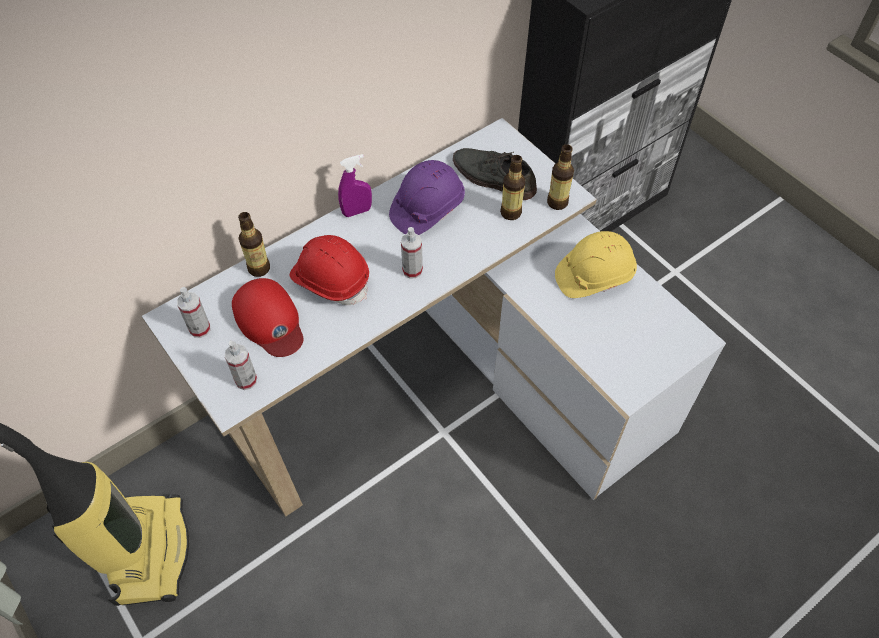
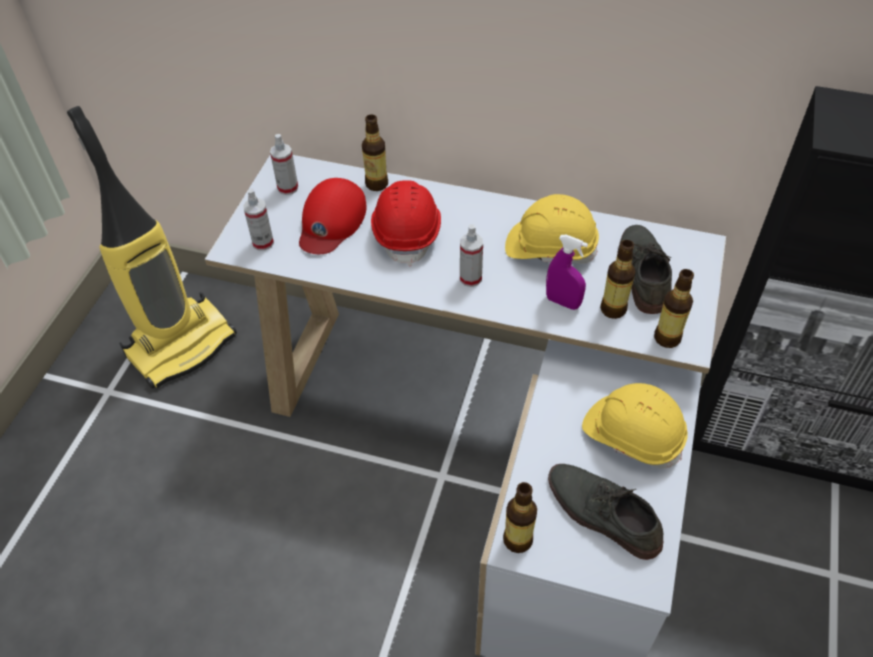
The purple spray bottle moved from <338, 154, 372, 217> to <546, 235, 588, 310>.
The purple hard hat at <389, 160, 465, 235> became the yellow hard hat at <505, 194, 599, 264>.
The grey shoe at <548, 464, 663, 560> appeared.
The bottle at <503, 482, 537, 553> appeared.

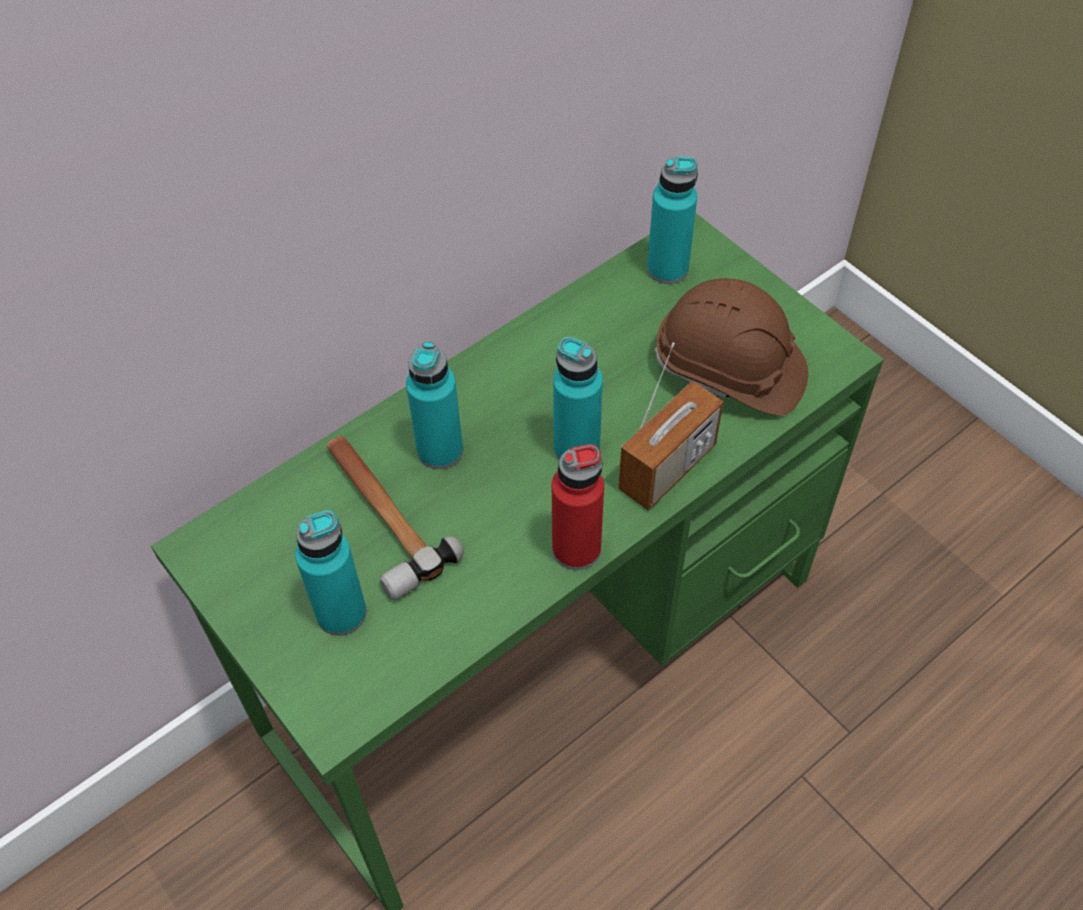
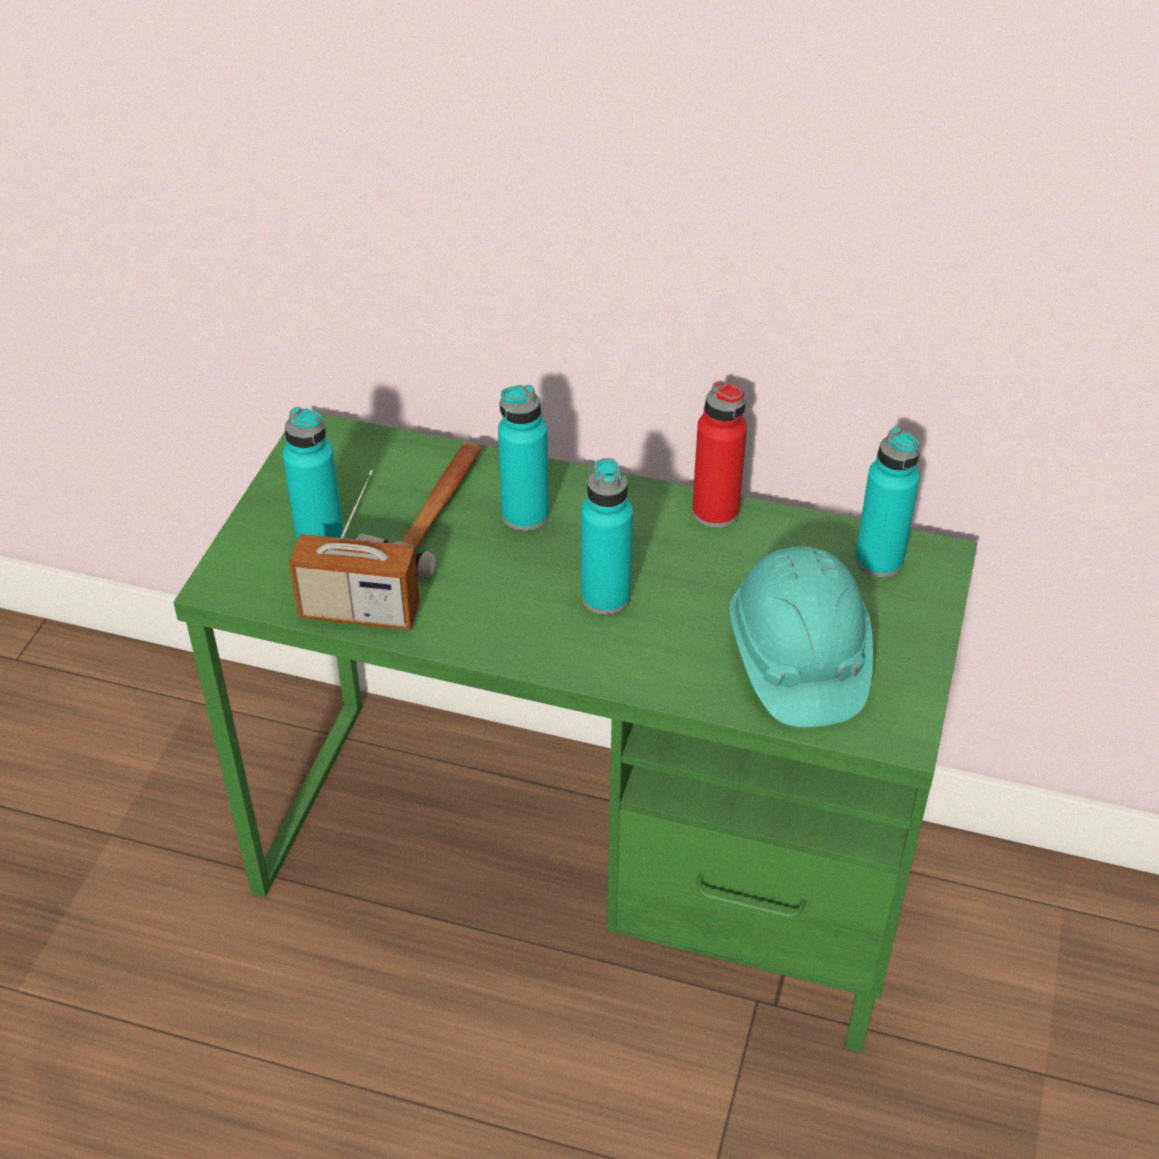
The brown hard hat at <654, 278, 808, 416> became the turquoise hard hat at <729, 546, 873, 727>.
The radio moved from <618, 343, 723, 511> to <289, 470, 420, 630>.
The red bottle moved from <552, 444, 604, 570> to <692, 380, 747, 528>.

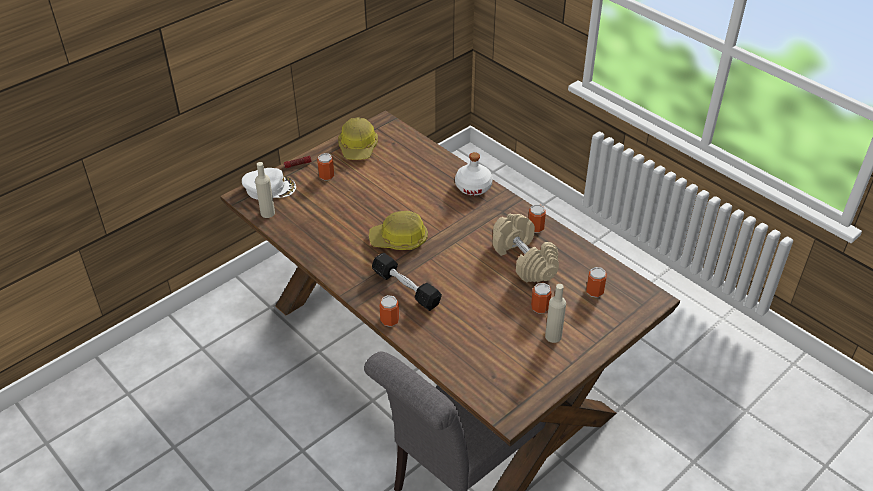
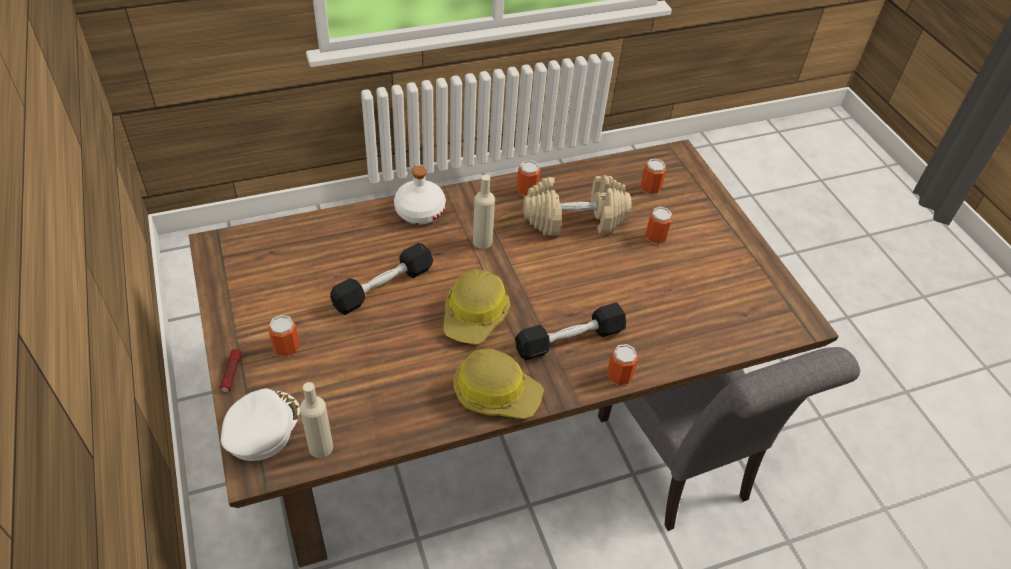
The hard hat moved from <338, 117, 378, 160> to <453, 349, 544, 419>.
The beige bottle moved from <545, 284, 566, 343> to <473, 175, 495, 249>.
The black dumbbell at <330, 243, 433, 315> appeared.

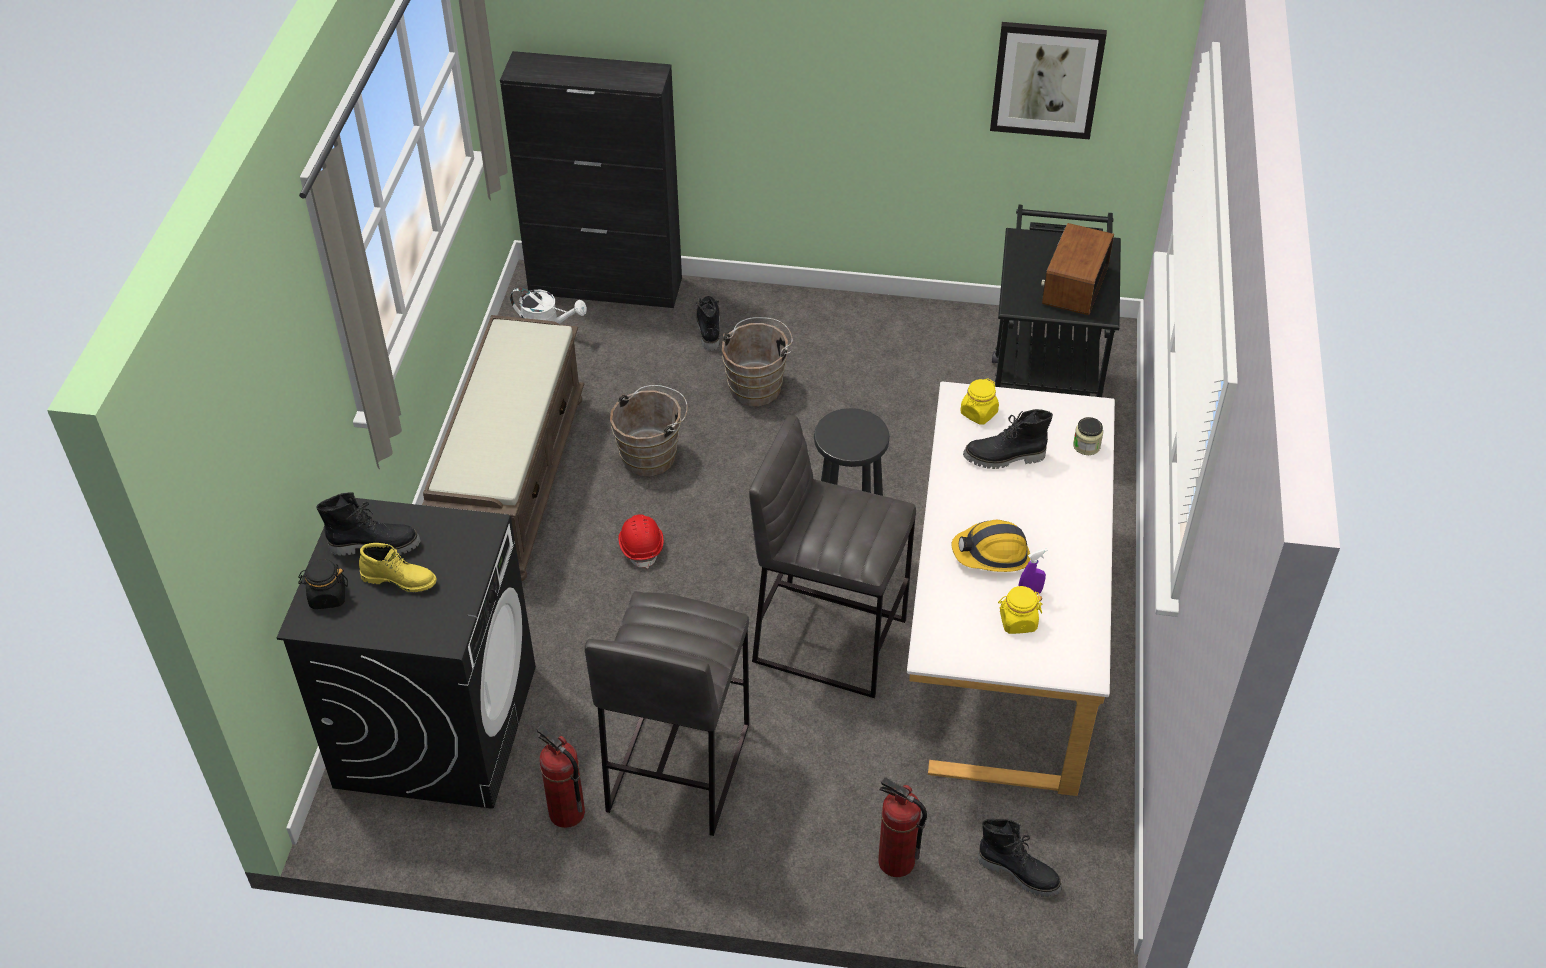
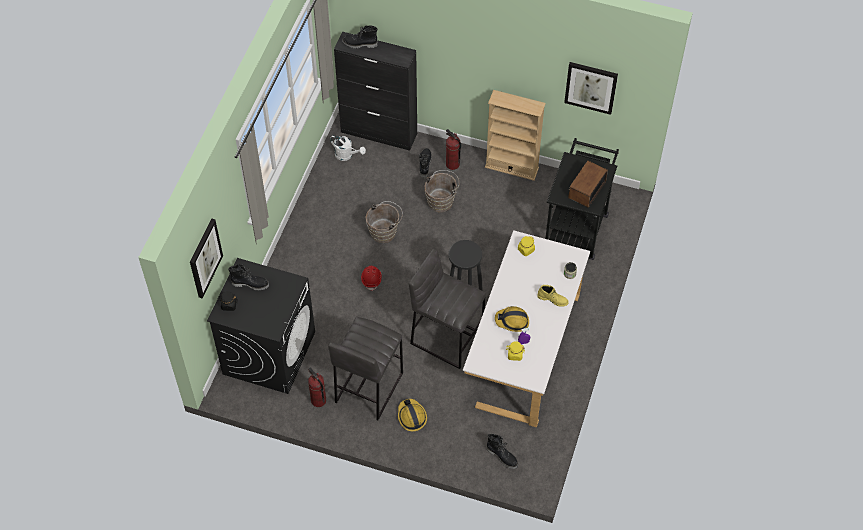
The brown bench at <422, 315, 584, 581> disappeared.
The black boot moved from <963, 409, 1053, 469> to <342, 26, 378, 49>.
The yellow boot moved from <359, 543, 437, 592> to <537, 285, 569, 307>.
The fire extinguisher moved from <878, 777, 927, 877> to <446, 129, 461, 170>.
The beige bookcase at <485, 90, 546, 181> appeared.
The picture at <190, 219, 223, 298> appeared.
The hard hat at <398, 399, 427, 431> appeared.

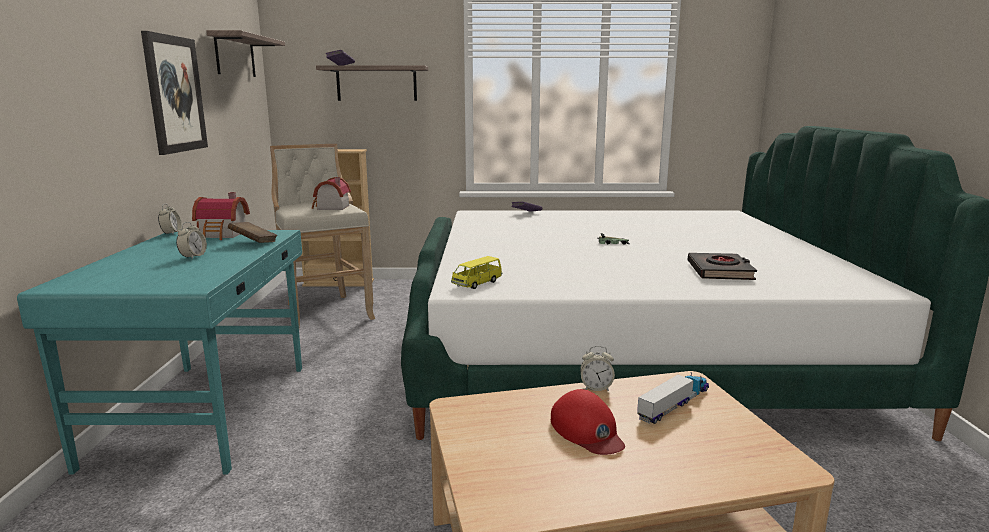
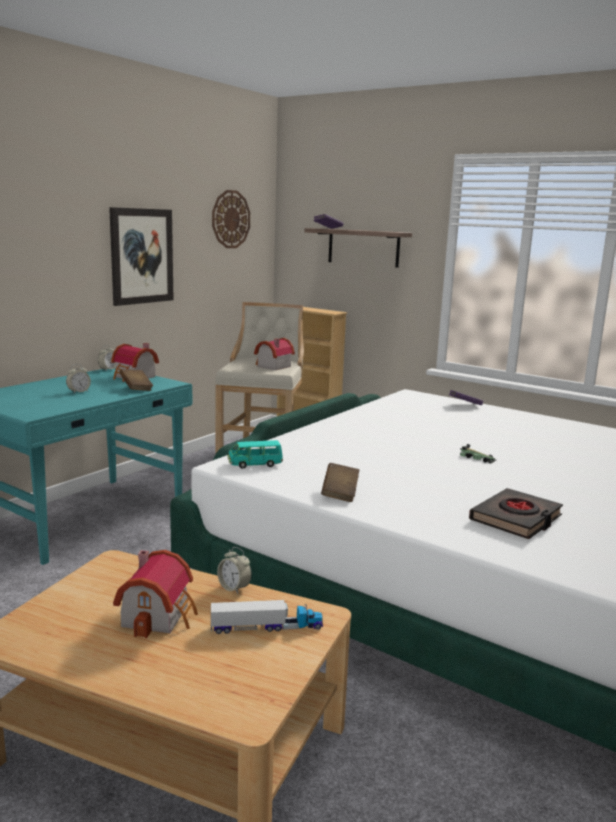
The shelf at <206, 30, 285, 77> was replaced by the wall clock at <212, 190, 250, 248>.
The yellow toy car at <451, 256, 502, 289> became the turquoise toy car at <228, 440, 283, 469>.
The red cap at <551, 389, 625, 455> was replaced by the toy house at <113, 550, 198, 639>.
The brown book at <321, 463, 359, 502> appeared.

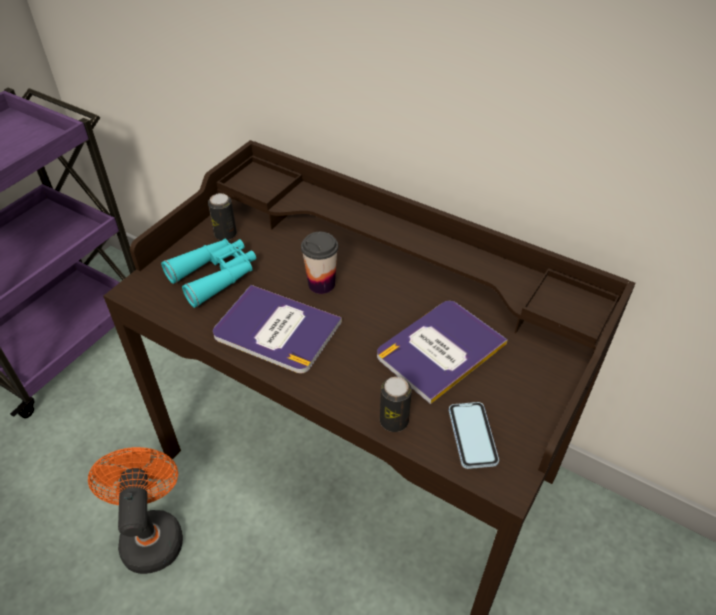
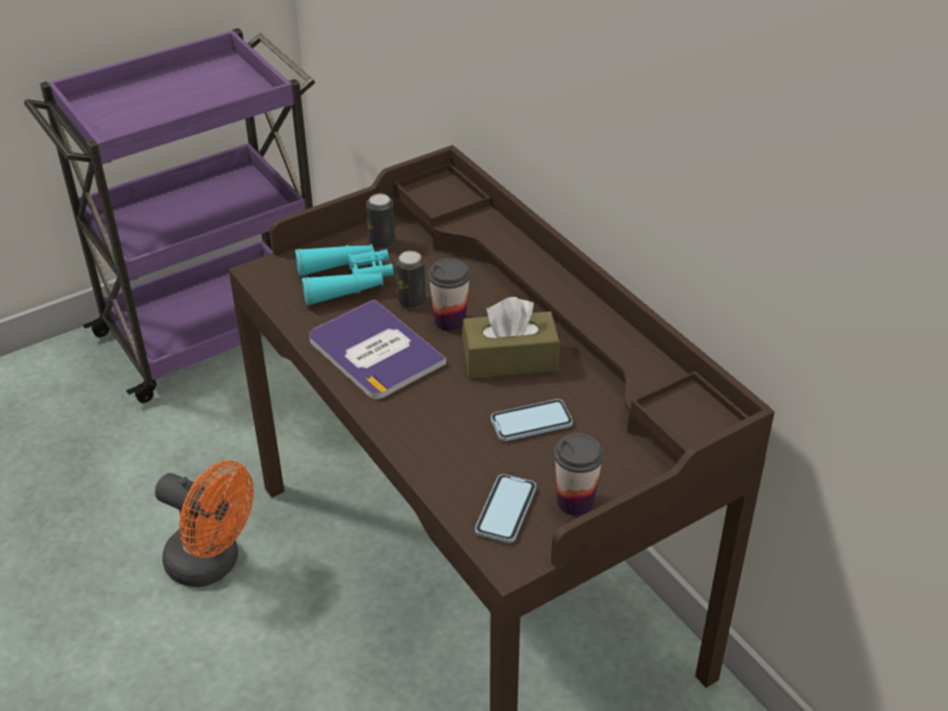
The book at <377, 301, 508, 404> was replaced by the phone at <491, 399, 573, 441>.
The can moved from <380, 377, 412, 432> to <396, 251, 426, 309>.
The orange fan at <88, 447, 183, 574> turned 105 degrees clockwise.
The brown tissue box at <463, 297, 560, 378> appeared.
The cup at <554, 433, 604, 516> appeared.

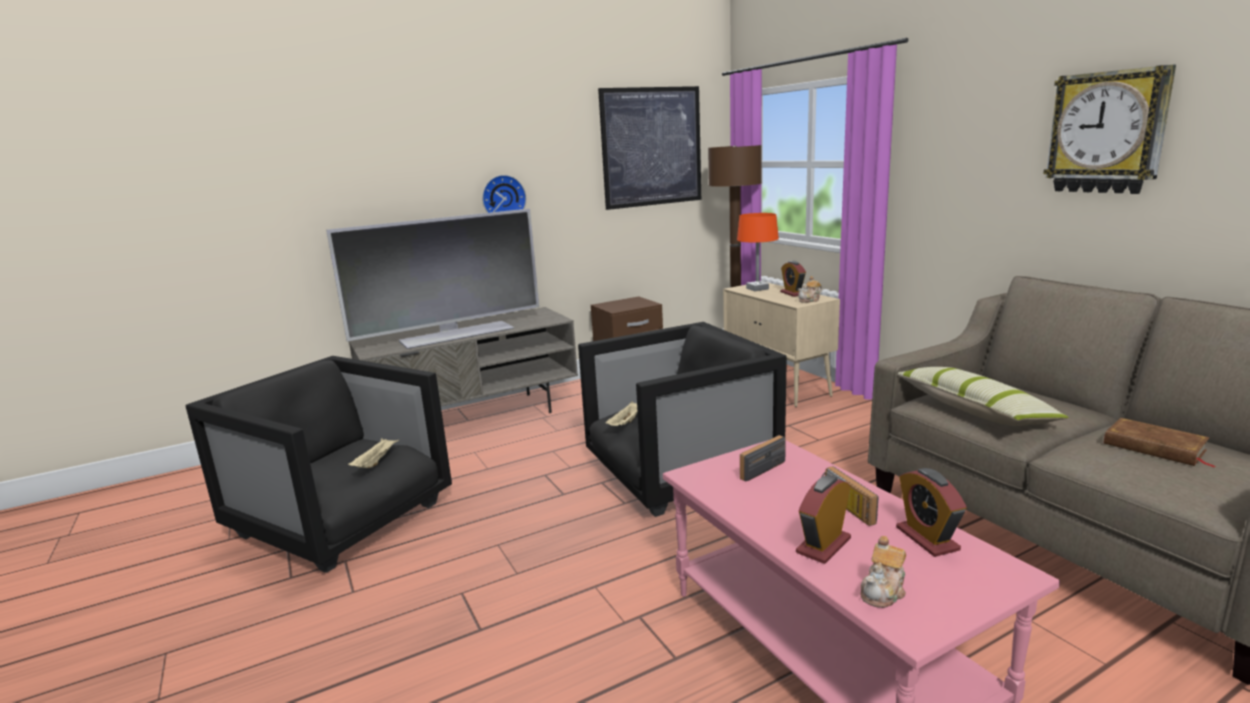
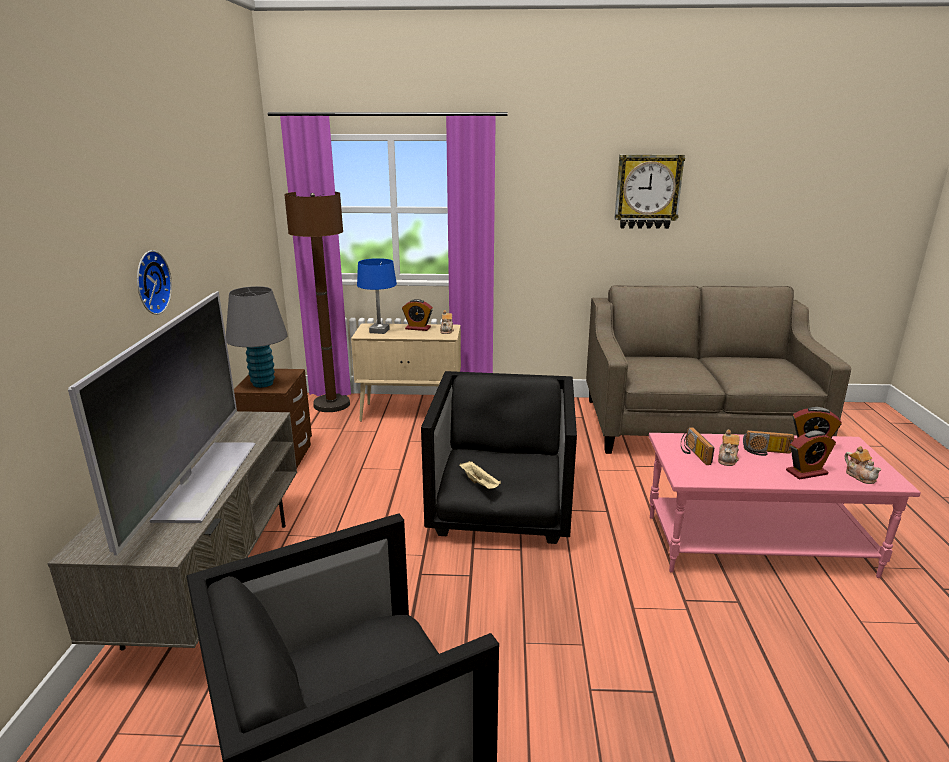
The picture at <598, 86, 701, 210> disappeared.
The orange table lamp at <737, 213, 779, 291> became the blue table lamp at <357, 258, 397, 334>.
The pillow at <898, 367, 1069, 426> disappeared.
The brown book at <1104, 418, 1217, 467> disappeared.
The beige tray at <348, 438, 400, 468> disappeared.
The alarm clock at <796, 475, 851, 564> turned 90 degrees counterclockwise.
The grey table lamp at <226, 286, 288, 388> appeared.
The teapot at <718, 430, 740, 466> appeared.

